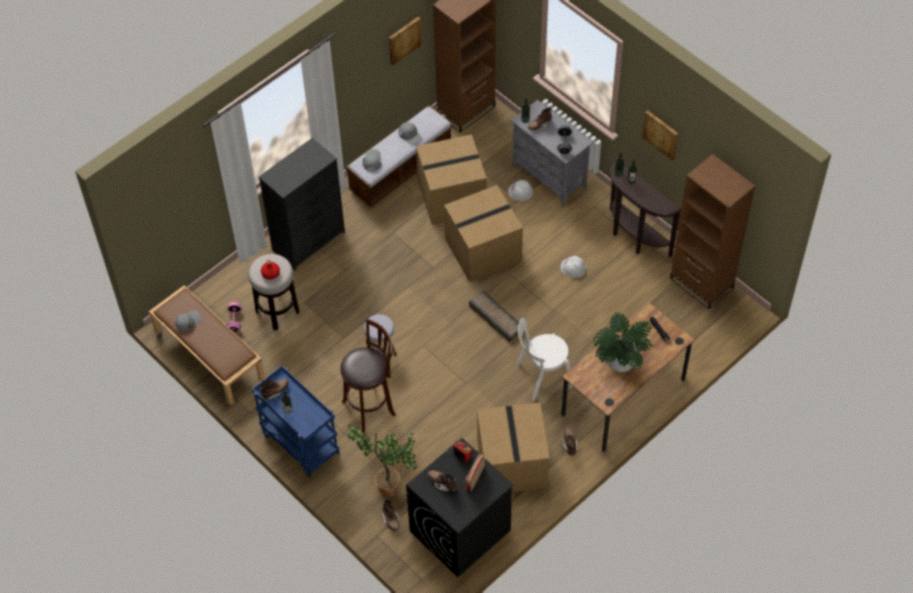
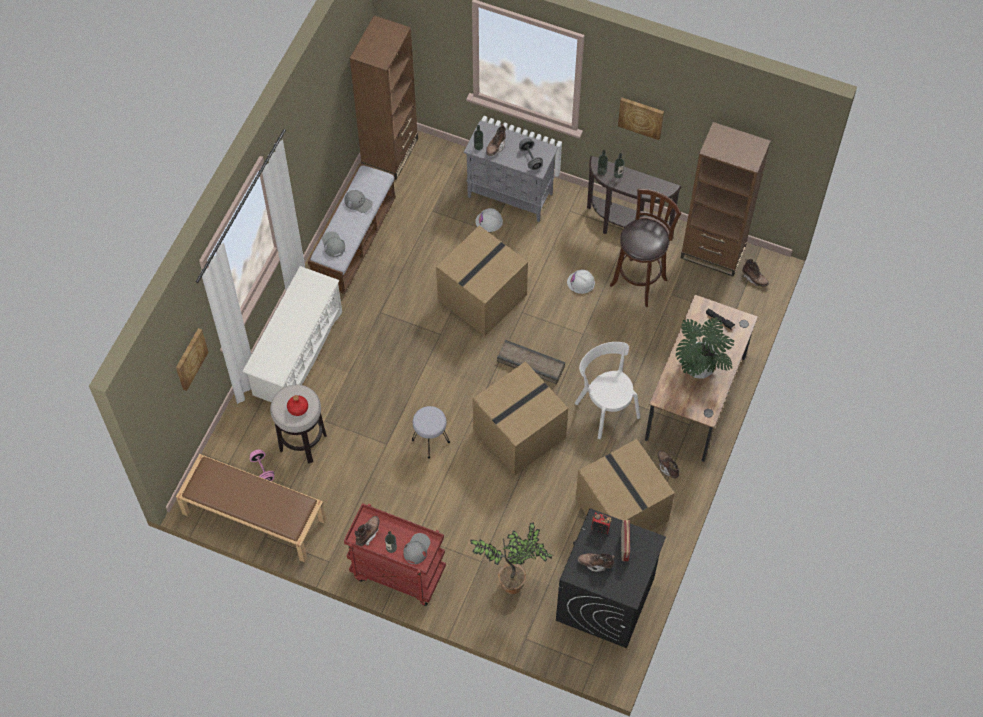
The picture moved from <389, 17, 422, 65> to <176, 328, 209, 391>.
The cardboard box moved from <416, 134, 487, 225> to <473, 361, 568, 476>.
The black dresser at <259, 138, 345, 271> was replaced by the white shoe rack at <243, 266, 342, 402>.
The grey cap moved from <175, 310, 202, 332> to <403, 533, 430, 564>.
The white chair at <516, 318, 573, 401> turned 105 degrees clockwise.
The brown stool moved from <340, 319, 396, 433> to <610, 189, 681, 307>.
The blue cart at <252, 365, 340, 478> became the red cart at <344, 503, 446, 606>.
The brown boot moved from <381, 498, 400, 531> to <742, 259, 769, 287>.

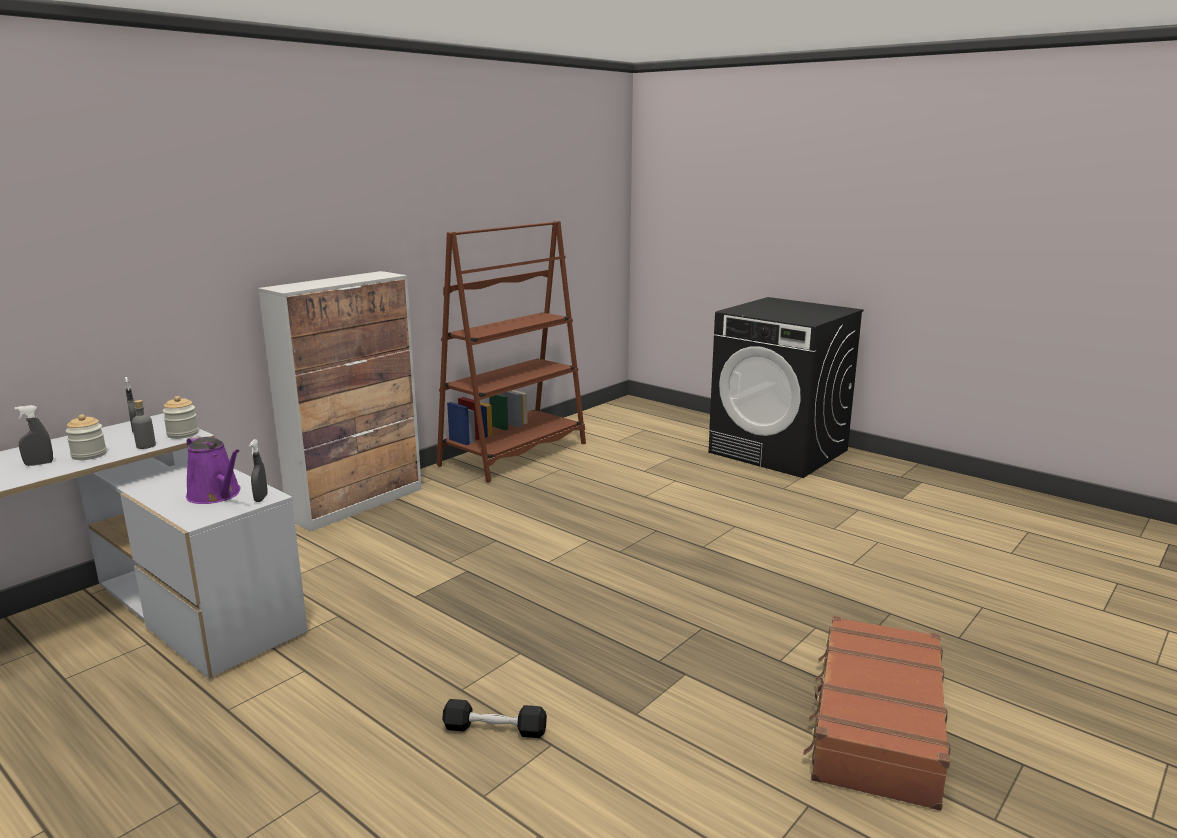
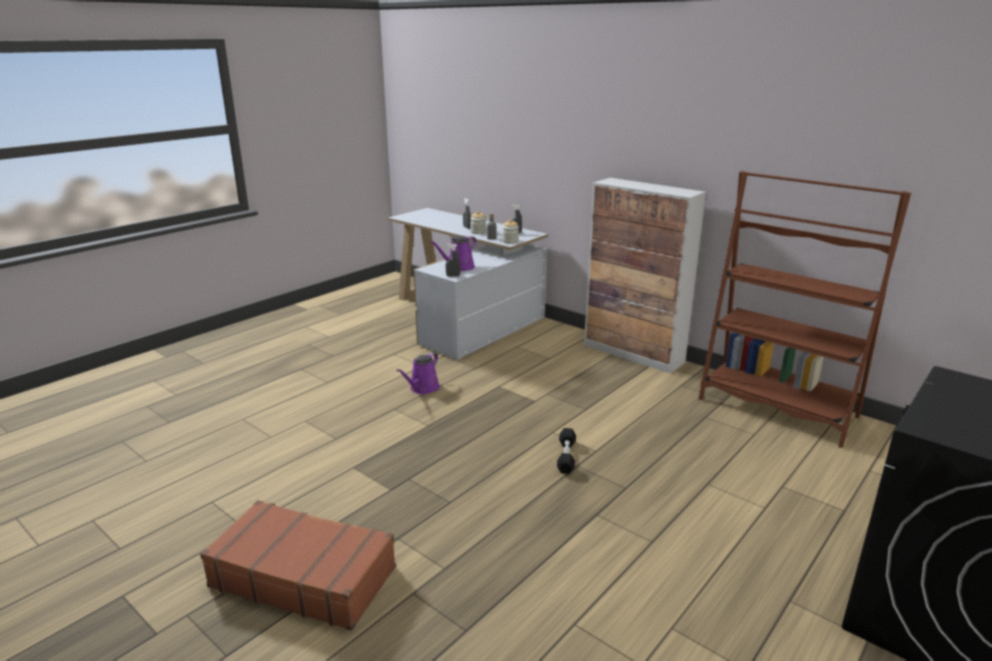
The black dumbbell moved from <442, 699, 547, 738> to <557, 428, 576, 474>.
The purple watering can at <396, 353, 440, 394> appeared.

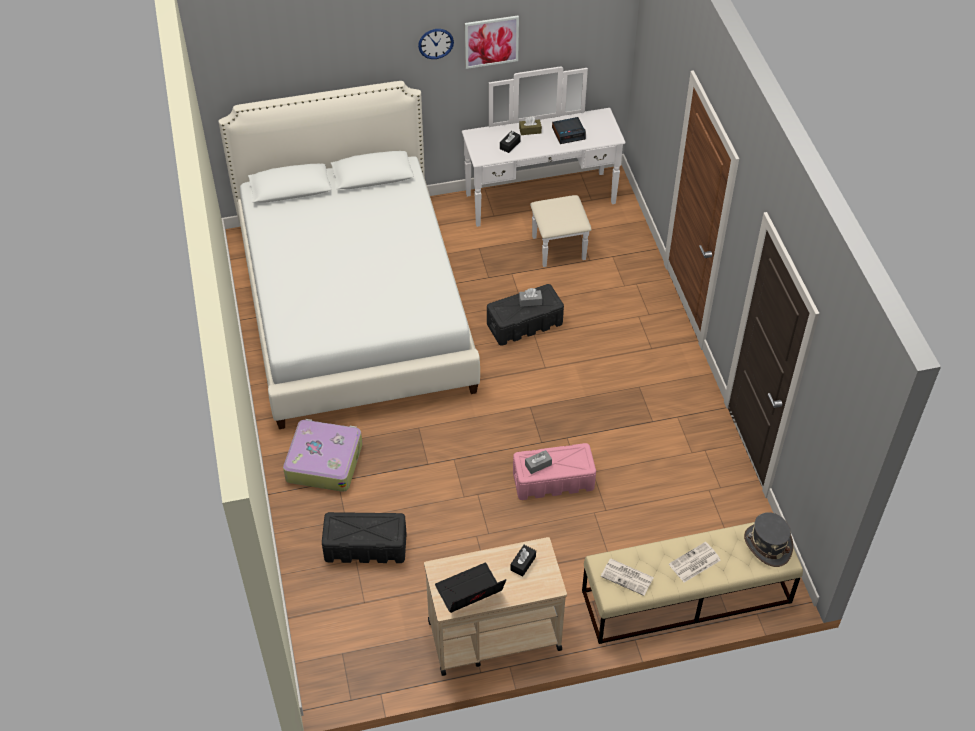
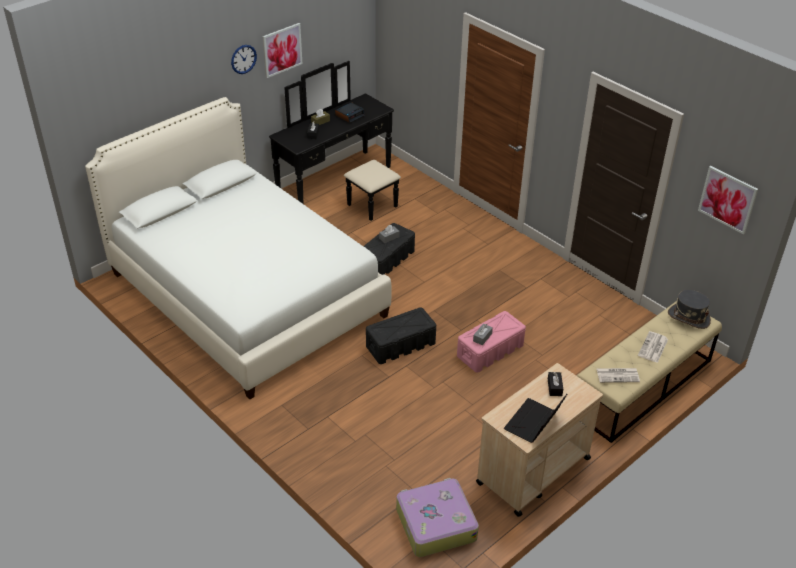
The white dresser at <462, 67, 626, 267> became the black dresser at <269, 61, 401, 221>.
The suitcase moved from <283, 419, 362, 492> to <396, 478, 479, 557>.
The black storage box moved from <322, 512, 407, 563> to <366, 307, 436, 364>.
The picture at <698, 166, 758, 235> appeared.

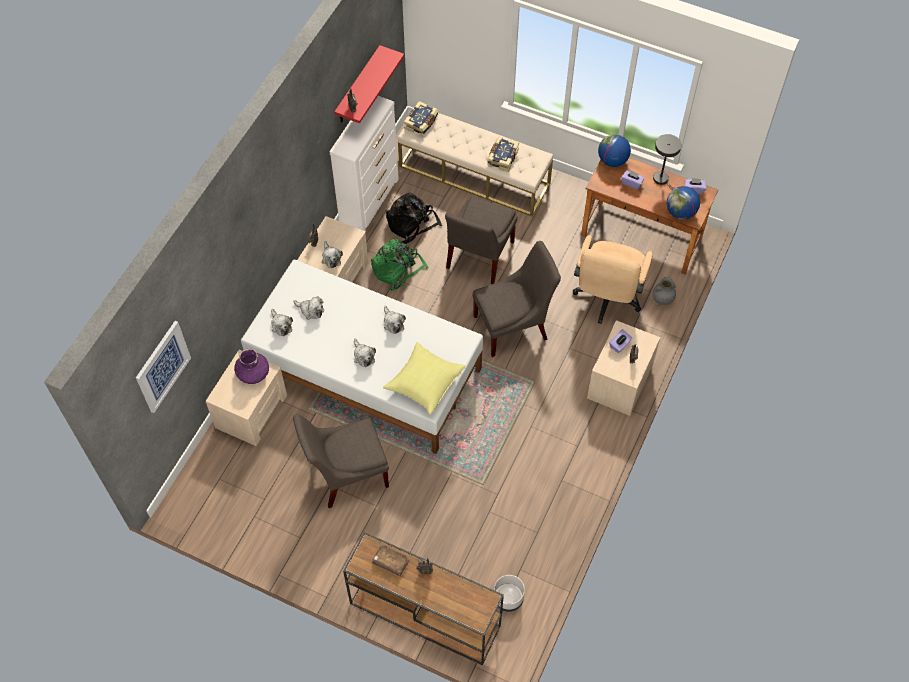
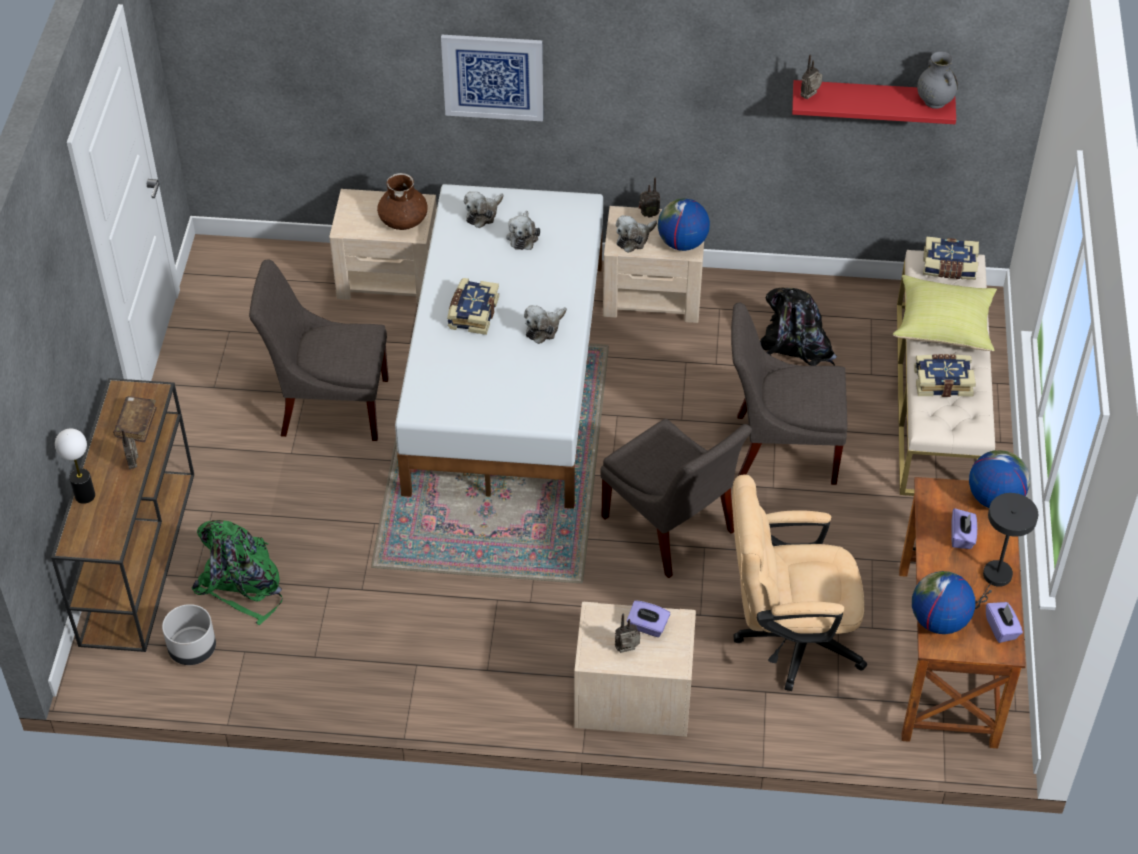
The white dresser at <330, 96, 399, 232> disappeared.
The green backpack moved from <371, 239, 429, 291> to <192, 520, 282, 625>.
The grey vase moved from <653, 277, 676, 305> to <917, 51, 958, 109>.
The picture moved from <136, 321, 191, 413> to <441, 35, 543, 121>.
The plush toy at <354, 338, 376, 367> was replaced by the book at <447, 278, 499, 335>.
The yellow pillow moved from <383, 342, 466, 415> to <893, 275, 997, 351>.
The purple vase at <234, 348, 269, 384> became the brown vase at <377, 173, 427, 230>.
The grey chair at <293, 414, 389, 508> turned 45 degrees counterclockwise.
The globe at <658, 198, 710, 251> appeared.
The table lamp at <55, 428, 95, 504> appeared.

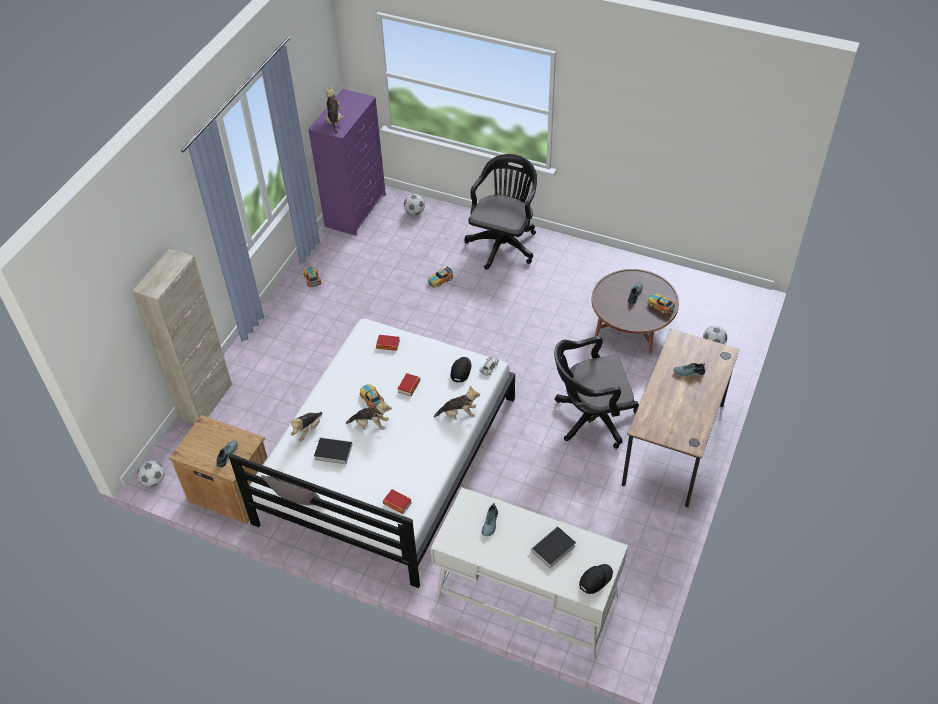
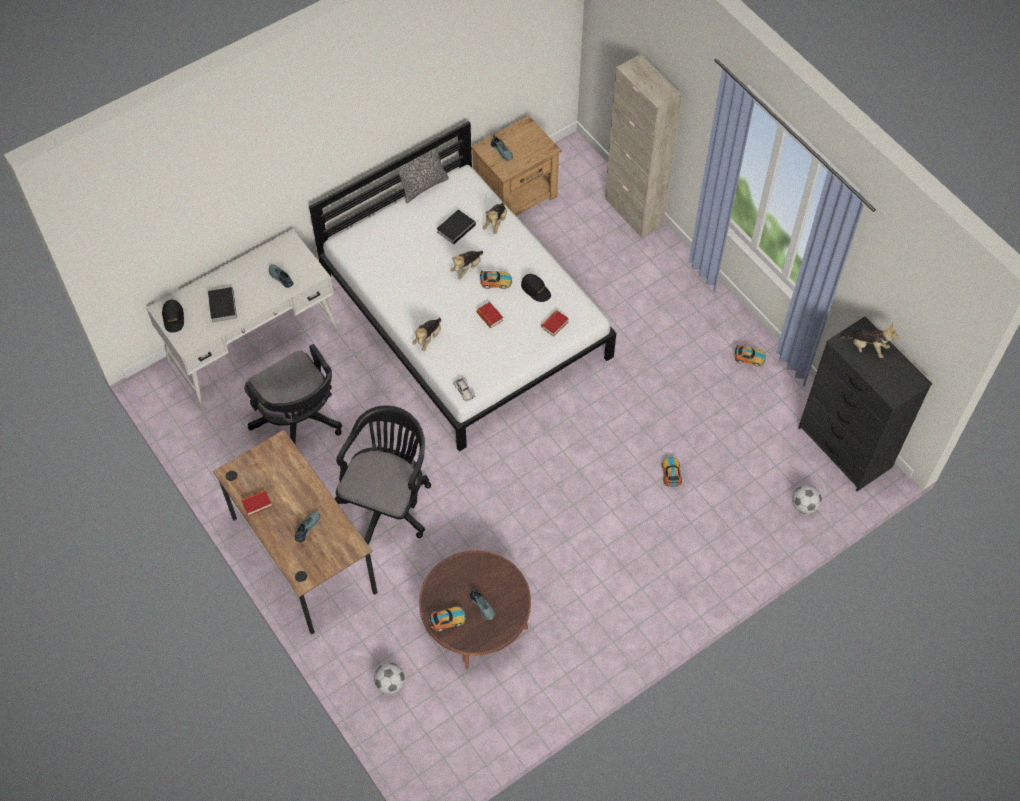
The purple dresser at <308, 89, 386, 236> became the black dresser at <798, 317, 932, 491>.
The black office chair moved from <464, 154, 537, 270> to <245, 344, 342, 445>.
The black cap moved from <451, 357, 471, 382> to <521, 274, 551, 302>.
The plush toy at <289, 412, 322, 442> turned 135 degrees counterclockwise.
The football at <137, 460, 165, 486> disappeared.
The book moved from <383, 489, 412, 514> to <241, 490, 272, 517>.

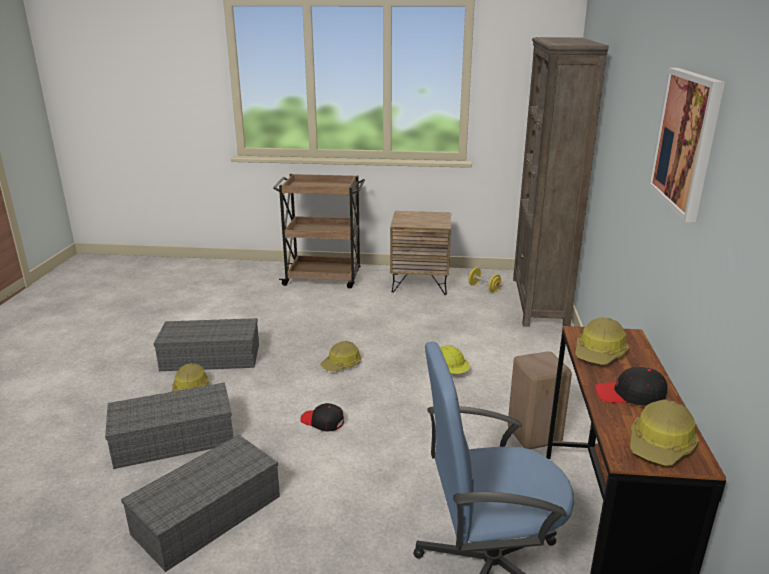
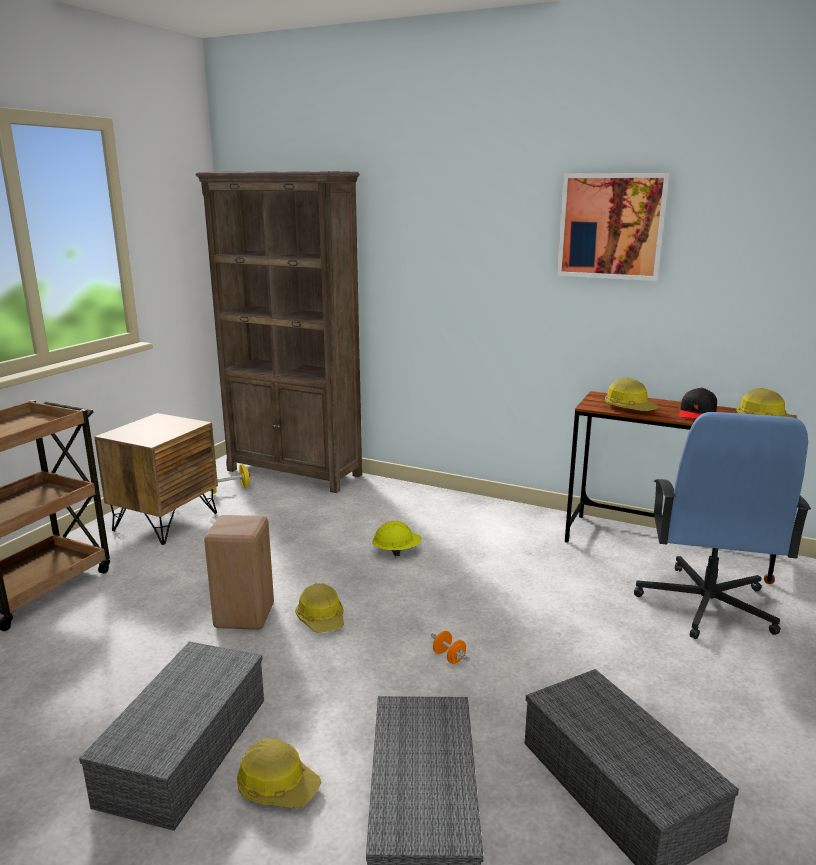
The beige stool moved from <508, 351, 572, 449> to <204, 515, 274, 630>.
The black cap at <300, 403, 344, 431> was replaced by the orange dumbbell at <431, 631, 470, 664>.

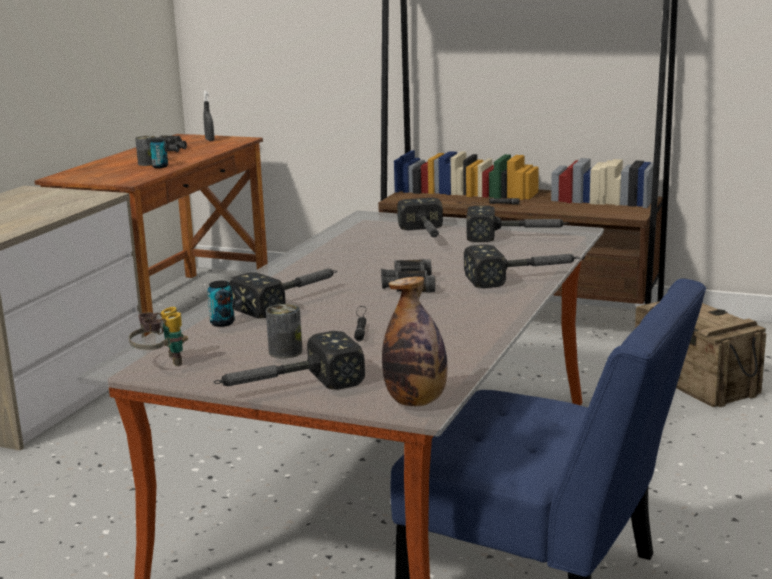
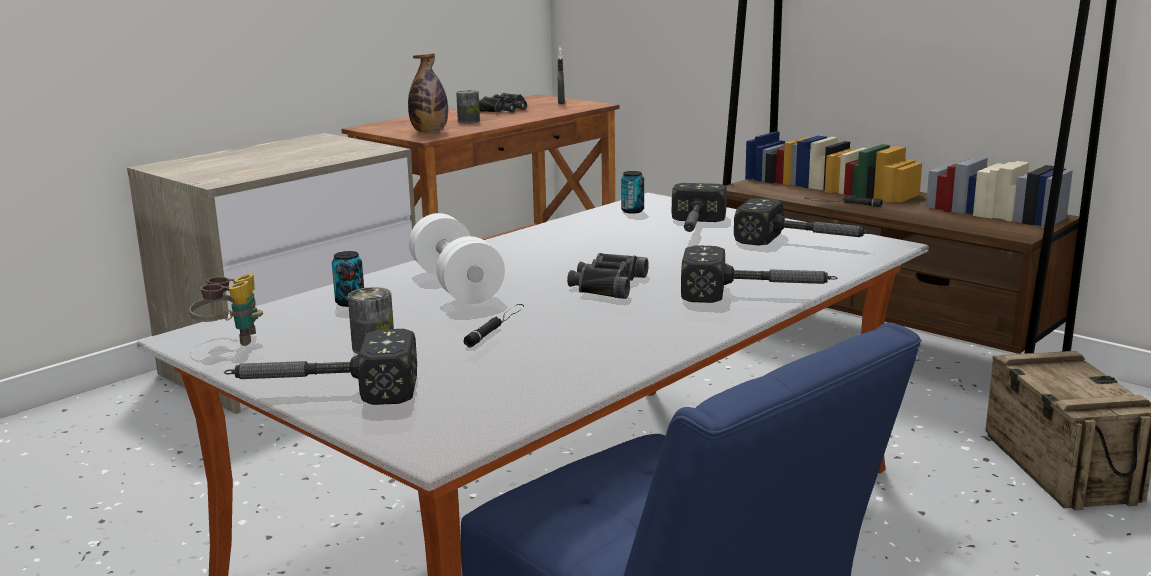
The can moved from <150, 139, 168, 168> to <621, 171, 644, 213>.
The hammer at <229, 269, 337, 318> was replaced by the white dumbbell at <409, 213, 505, 304>.
The bottle moved from <382, 276, 447, 406> to <408, 54, 448, 133>.

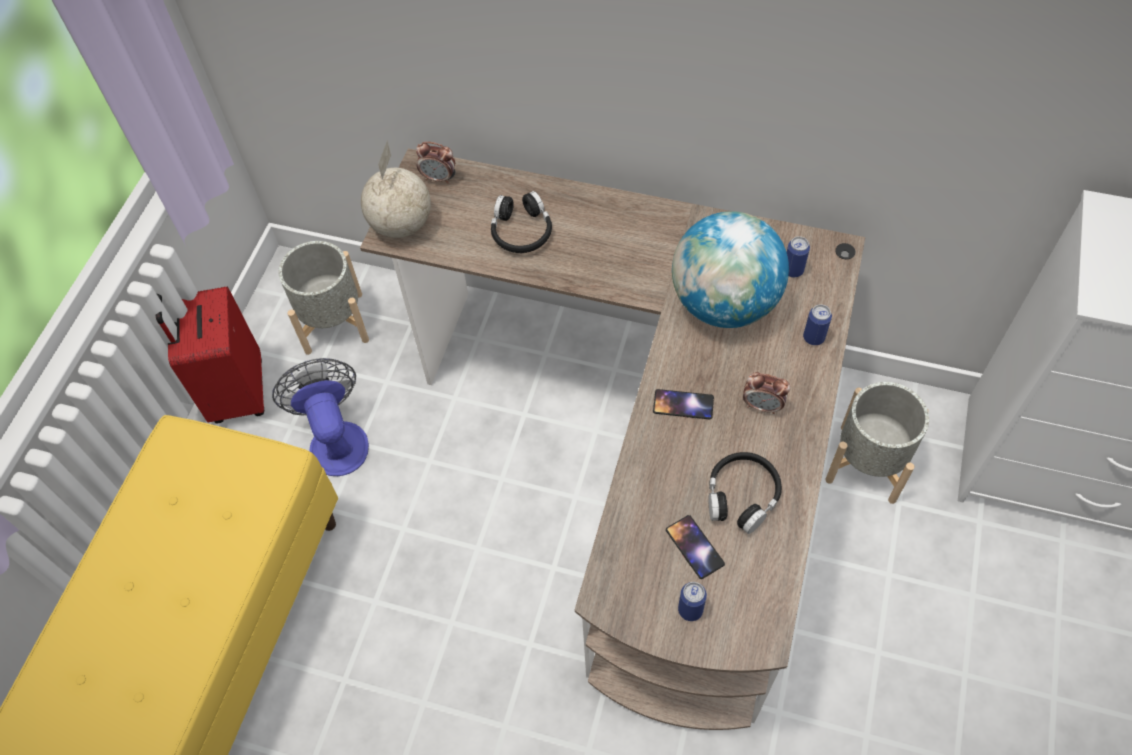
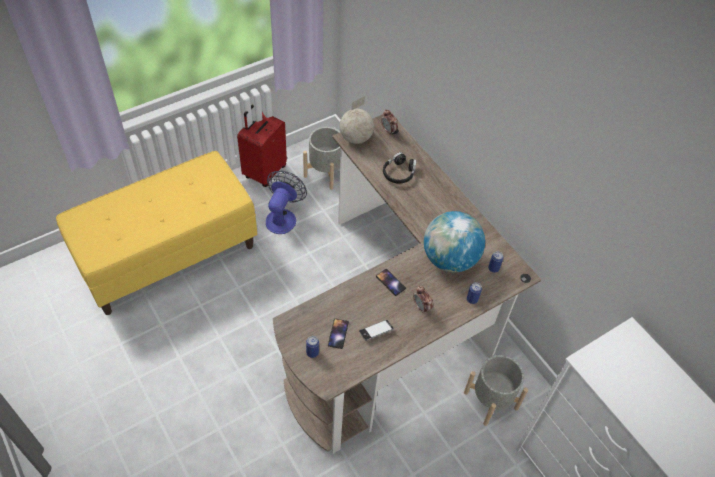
The black headphones at <709, 452, 782, 534> was replaced by the phone at <359, 320, 394, 341>.

